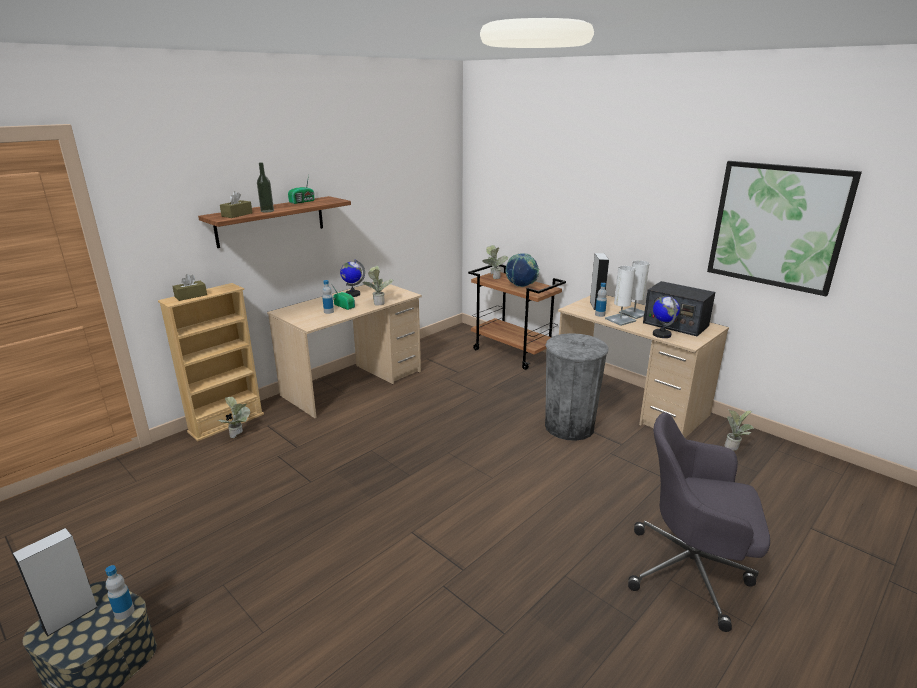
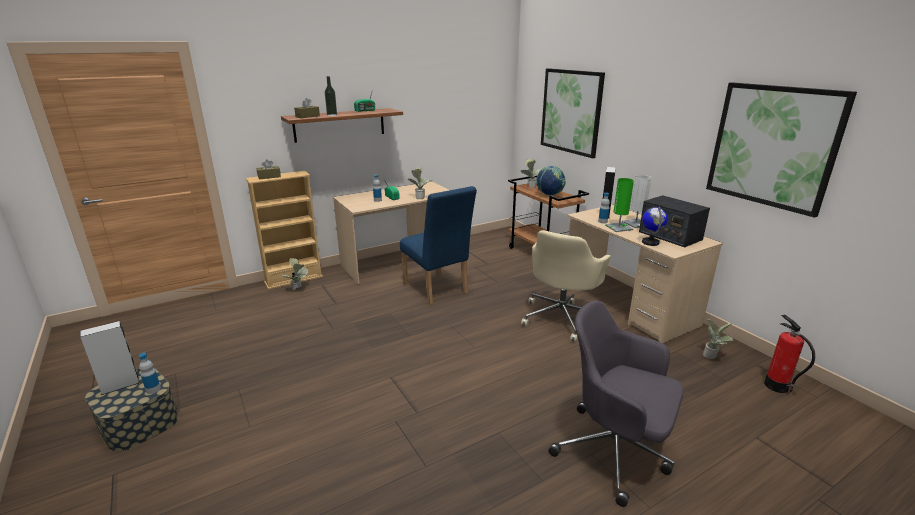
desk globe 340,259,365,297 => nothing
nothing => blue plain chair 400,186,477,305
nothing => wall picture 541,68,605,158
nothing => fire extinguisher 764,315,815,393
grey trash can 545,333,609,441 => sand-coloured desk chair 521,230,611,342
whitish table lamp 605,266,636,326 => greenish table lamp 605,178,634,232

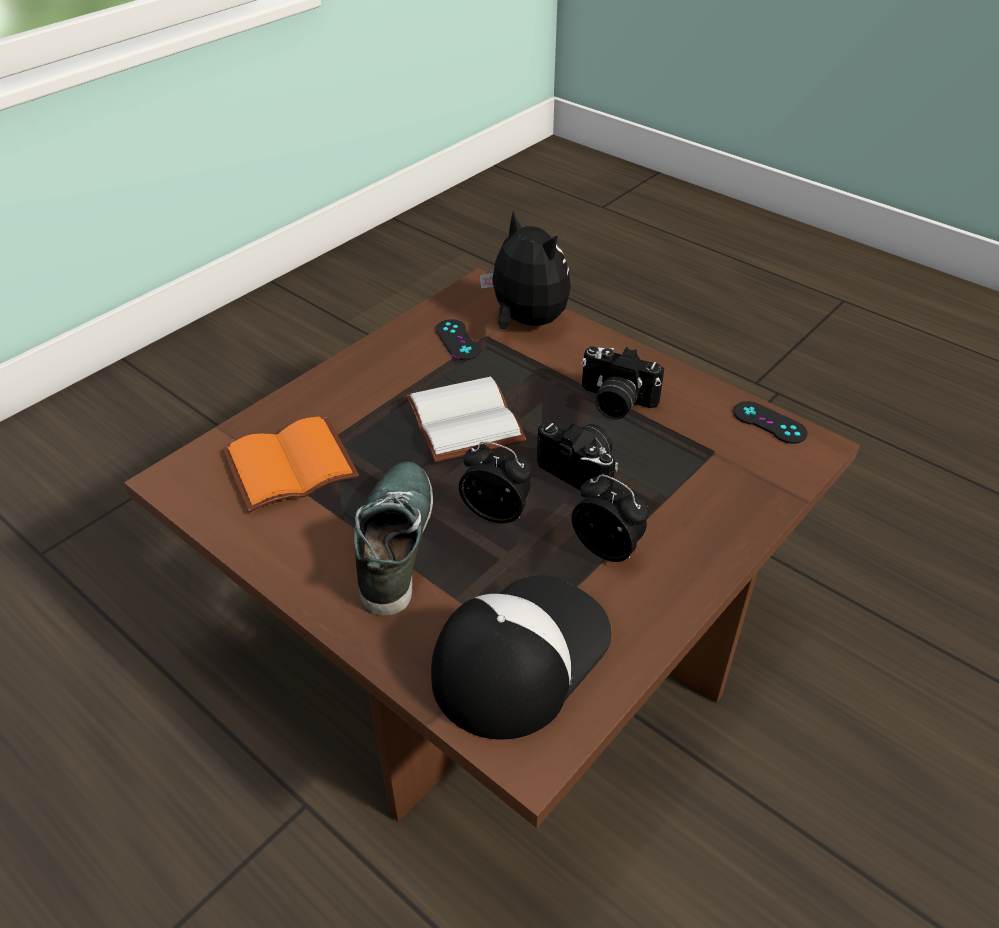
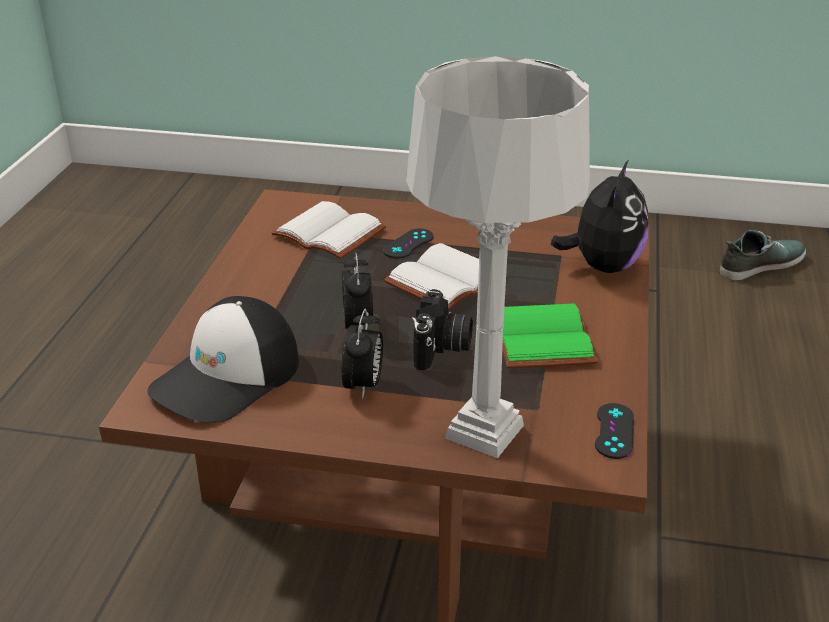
nothing => grey table lamp 406,56,590,458
shoe 354,461,433,616 => shoe 719,230,806,280, moved
black-coloured joypad 436,319,481,360 => black-coloured joypad 383,229,434,259, moved
photo camera 581,346,664,419 => greenish book 502,303,599,368
orange book 223,417,359,513 => whitish book 271,201,386,259
peaked cap 431,575,611,740 => peaked cap 148,296,299,423, 120 degrees clockwise

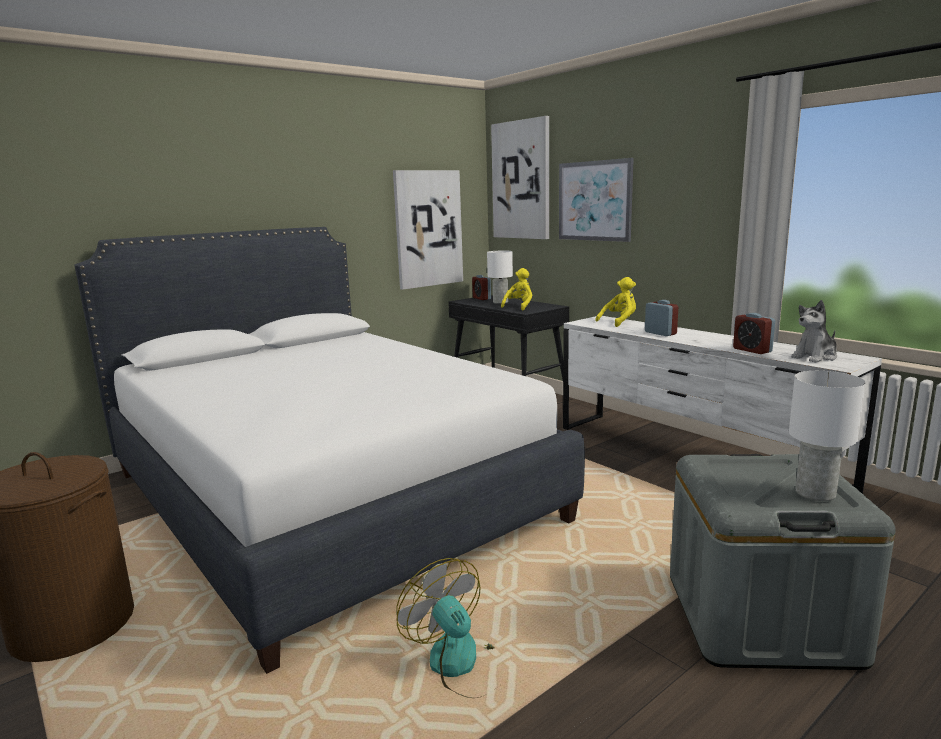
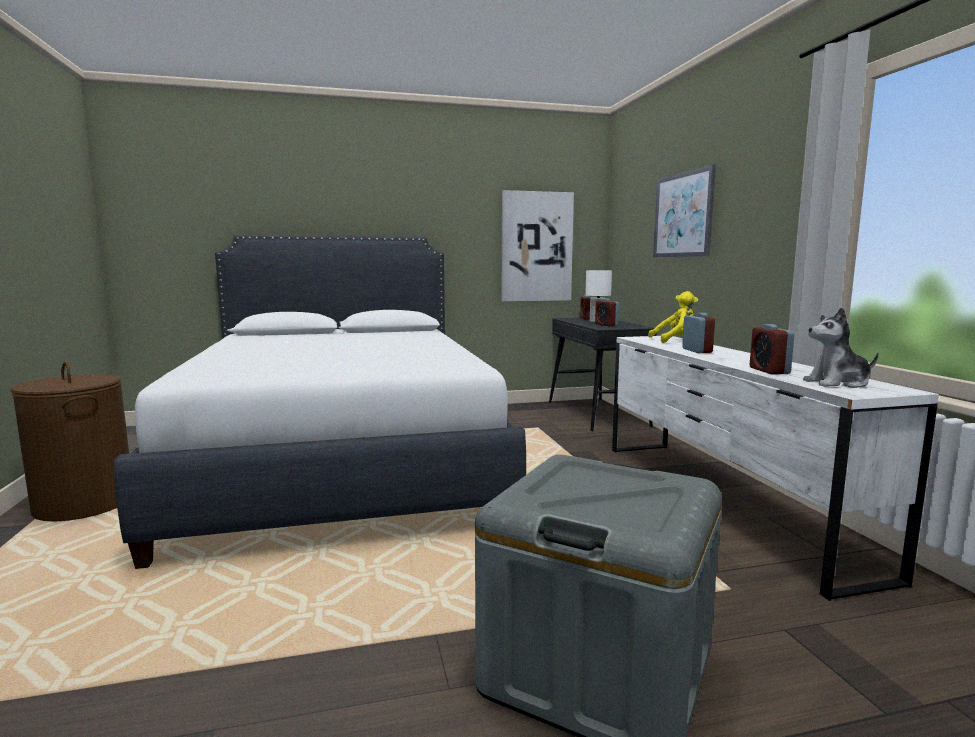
electric fan 396,558,499,698 => nothing
wall picture 491,116,549,239 => nothing
whitish table lamp 789,371,866,501 => nothing
yellowish cuddly toy 501,268,533,310 => table clock 595,299,619,326

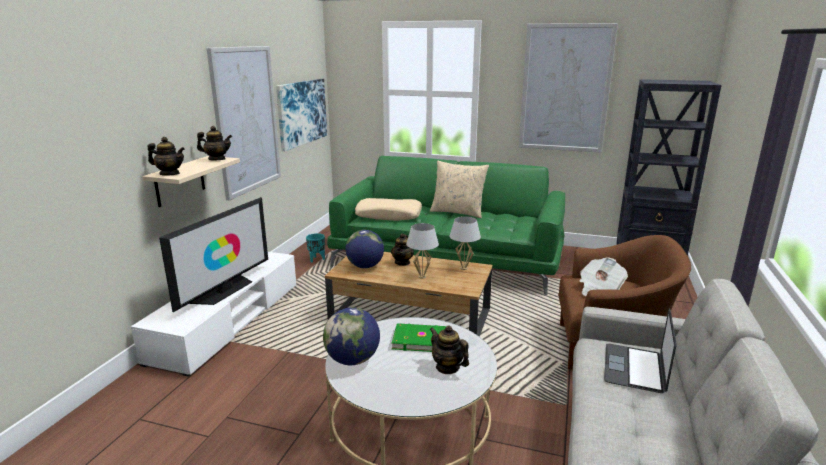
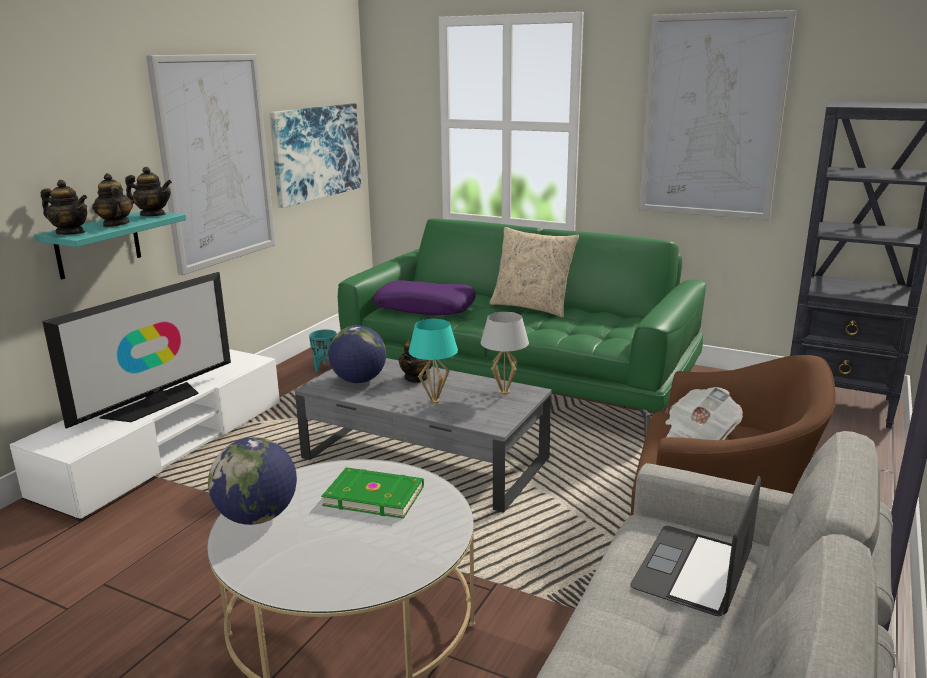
tea pot 430,325,469,374 => tea pot 92,173,133,227, moved
sand-coloured wall shelf 143,156,240,207 => turquoise-coloured wall shelf 34,211,186,280
brownish lounge table 325,252,492,337 => grey lounge table 295,358,552,513
sand-coloured pillow 355,198,422,221 => purple pillow 374,280,476,316
whitish table lamp 406,223,439,279 => turquoise-coloured table lamp 409,319,458,403

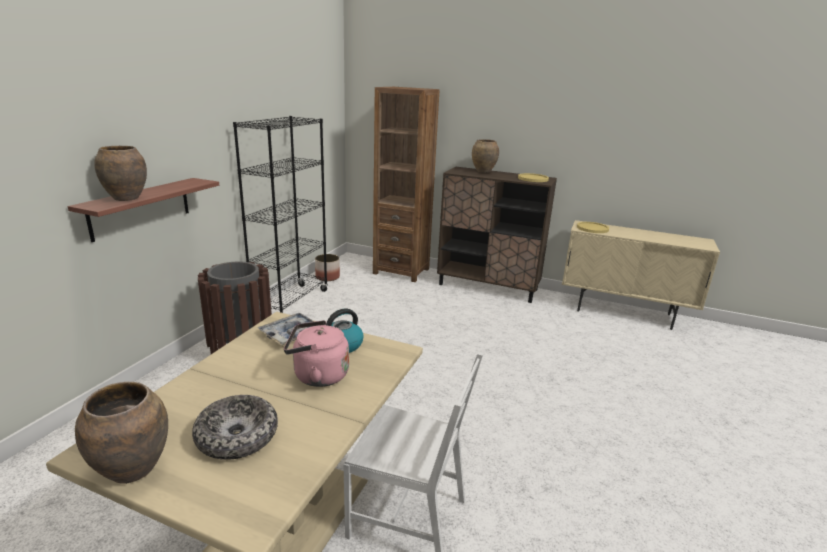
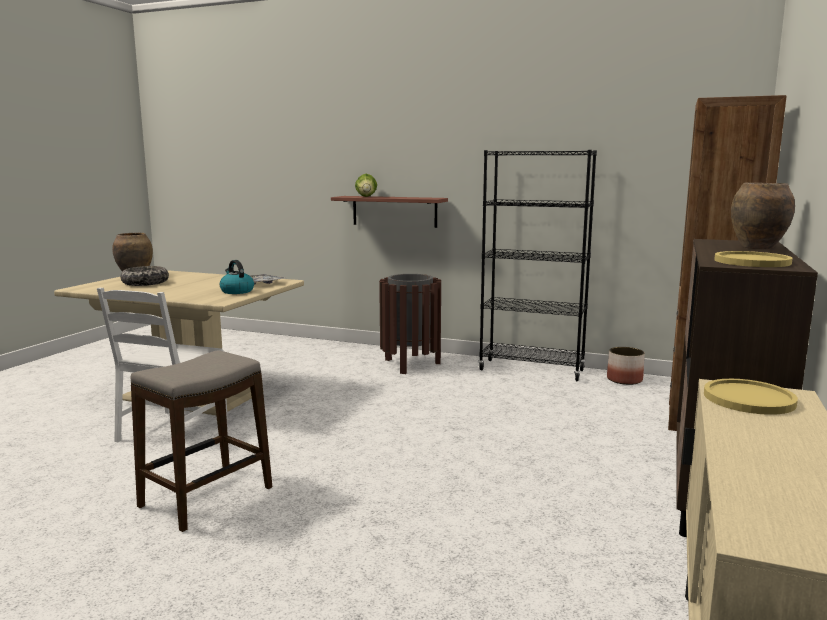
pinkish kettle 284,320,349,387 => nothing
nothing => stool 131,350,272,532
brownish decorative vase 95,146,147,201 => head of lettuce 355,174,377,197

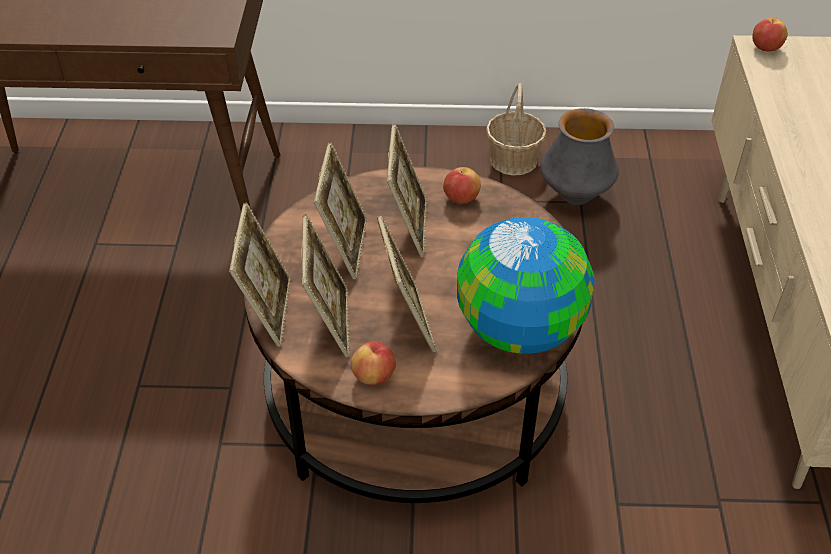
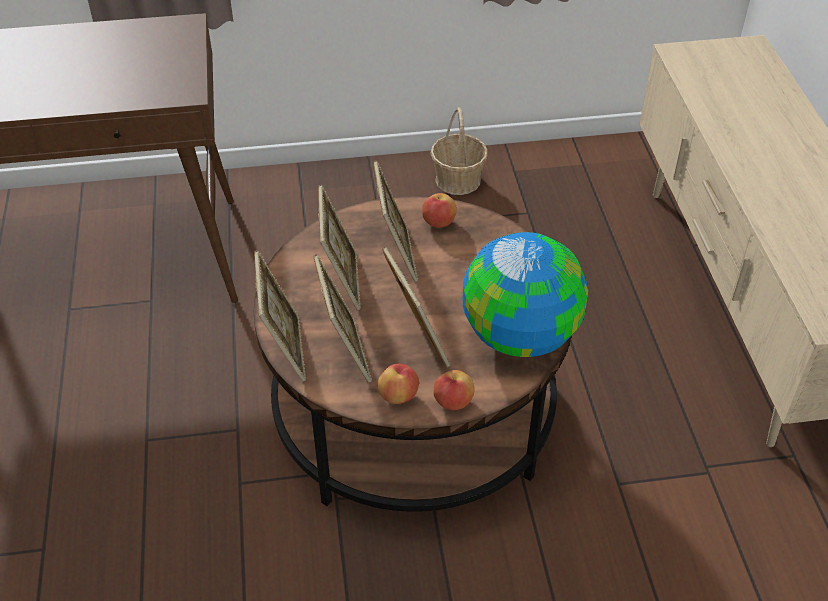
decorative vase 540,108,619,205 => nothing
whole apple 752,18,788,52 => whole apple 434,370,475,410, moved

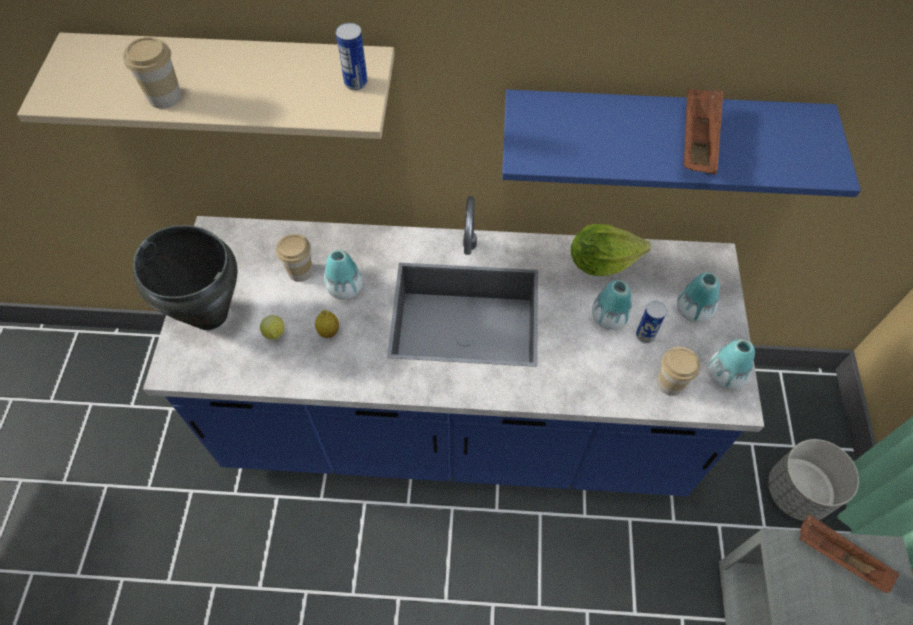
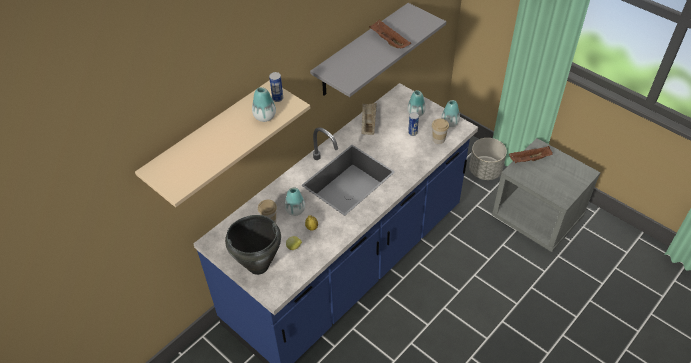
small cup 123,37,182,109 => nothing
decorative vase 592,280,632,330 => decorative vase 252,87,276,122, moved
head of lettuce 571,224,651,276 => sand-coloured carrying tray 361,103,377,135
blue wall shelf 502,89,861,197 => grey wall shelf 310,3,447,97

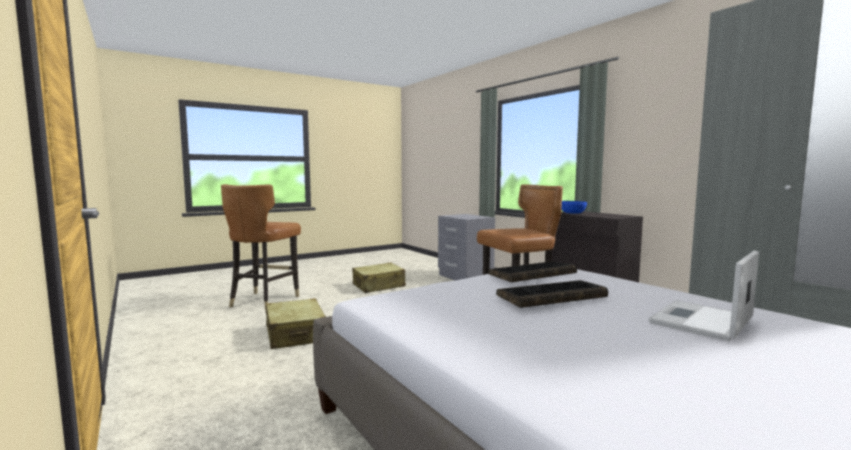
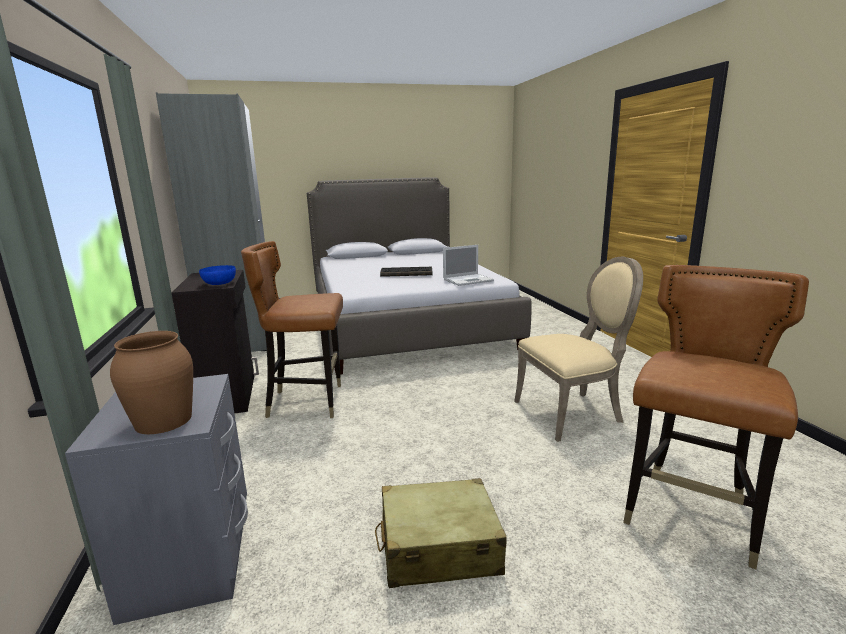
computer keyboard 488,261,577,283 => nothing
nothing => brownish decorative vase 110,331,193,434
portable computer 648,250,759,341 => portable computer 443,245,494,286, moved
sand-coloured piece of luggage 266,298,326,349 => sand-coloured plain chair 514,257,643,442

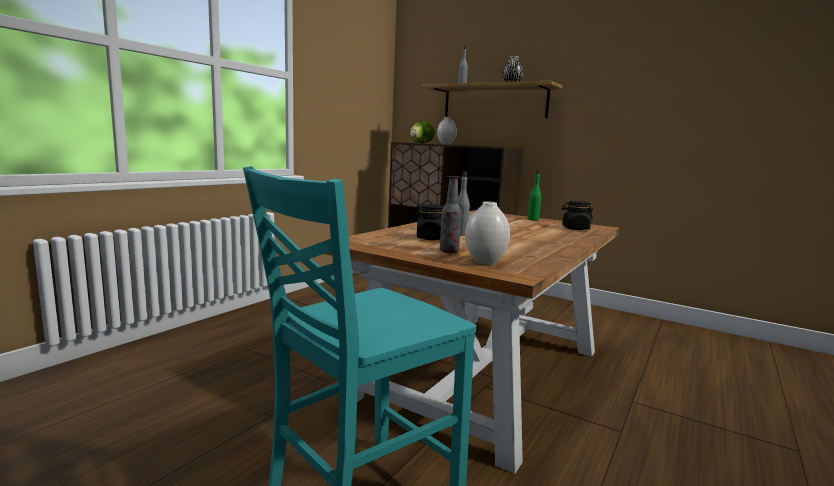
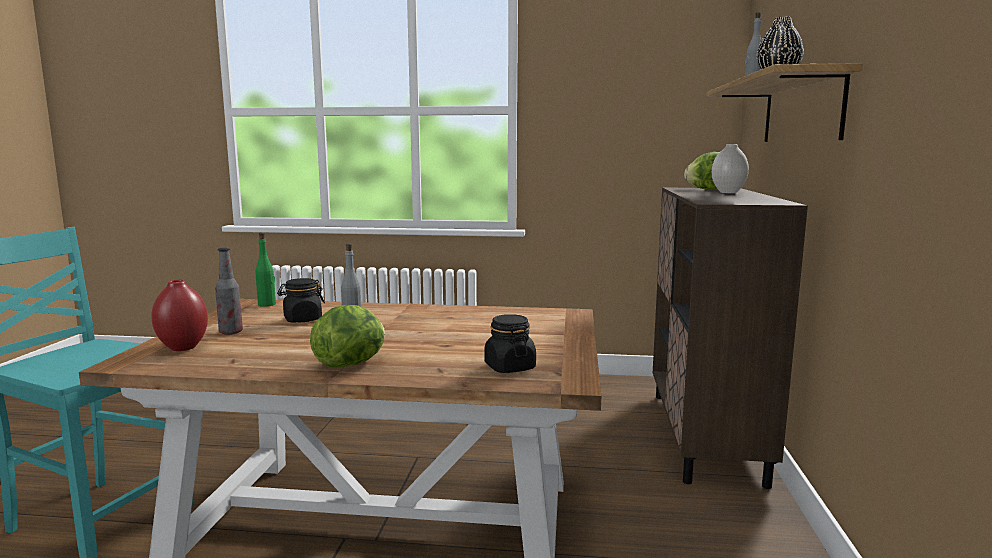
nothing => head of lettuce 310,305,385,367
greenish bottle 527,170,541,221 => greenish bottle 256,232,276,307, moved
whitish decorative vase 465,201,510,265 => red decorative vase 151,279,208,351

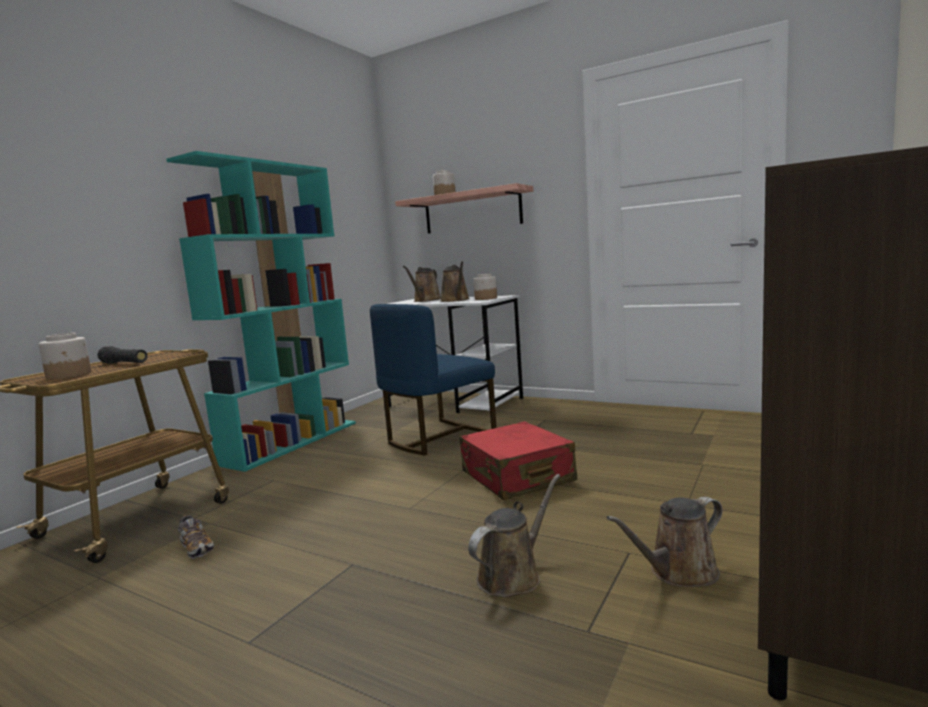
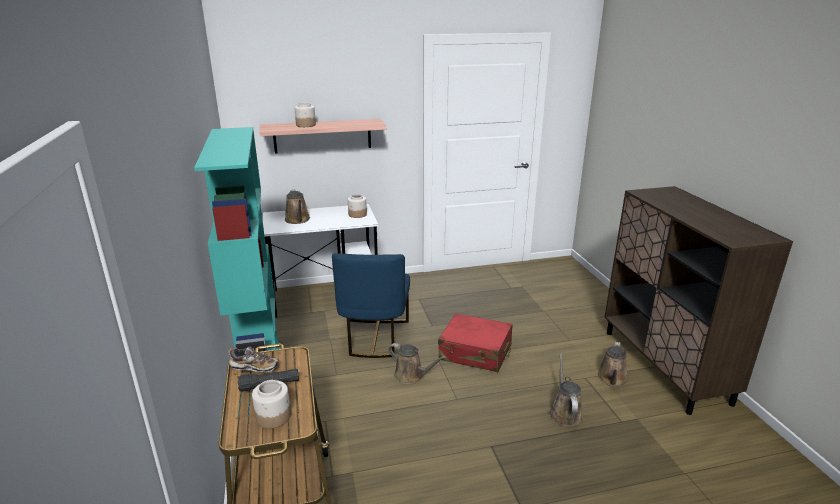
shoe 178,515,214,559 => shoe 228,347,279,372, moved
brownish watering can 440,261,470,302 => brownish watering can 388,343,446,384, moved

